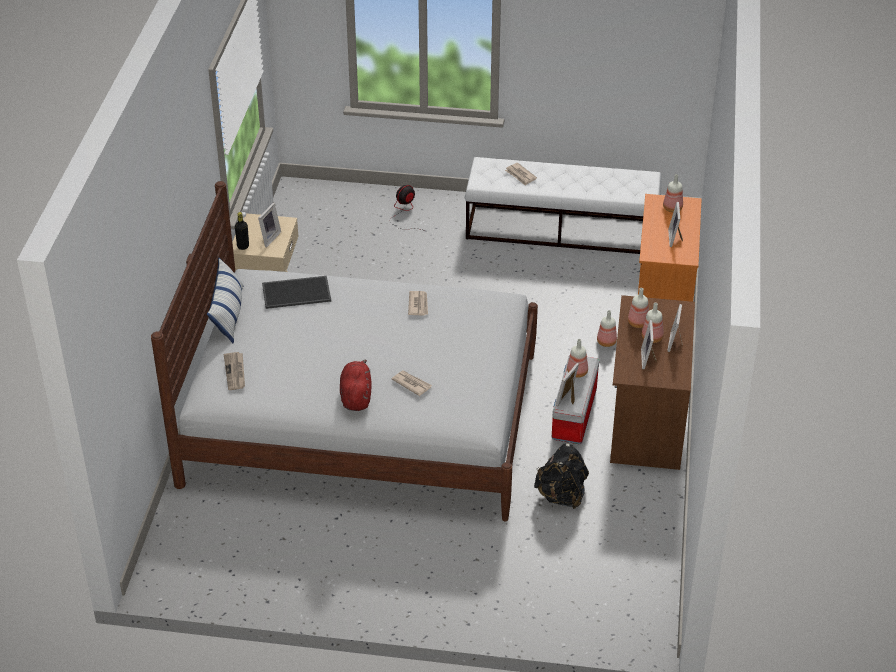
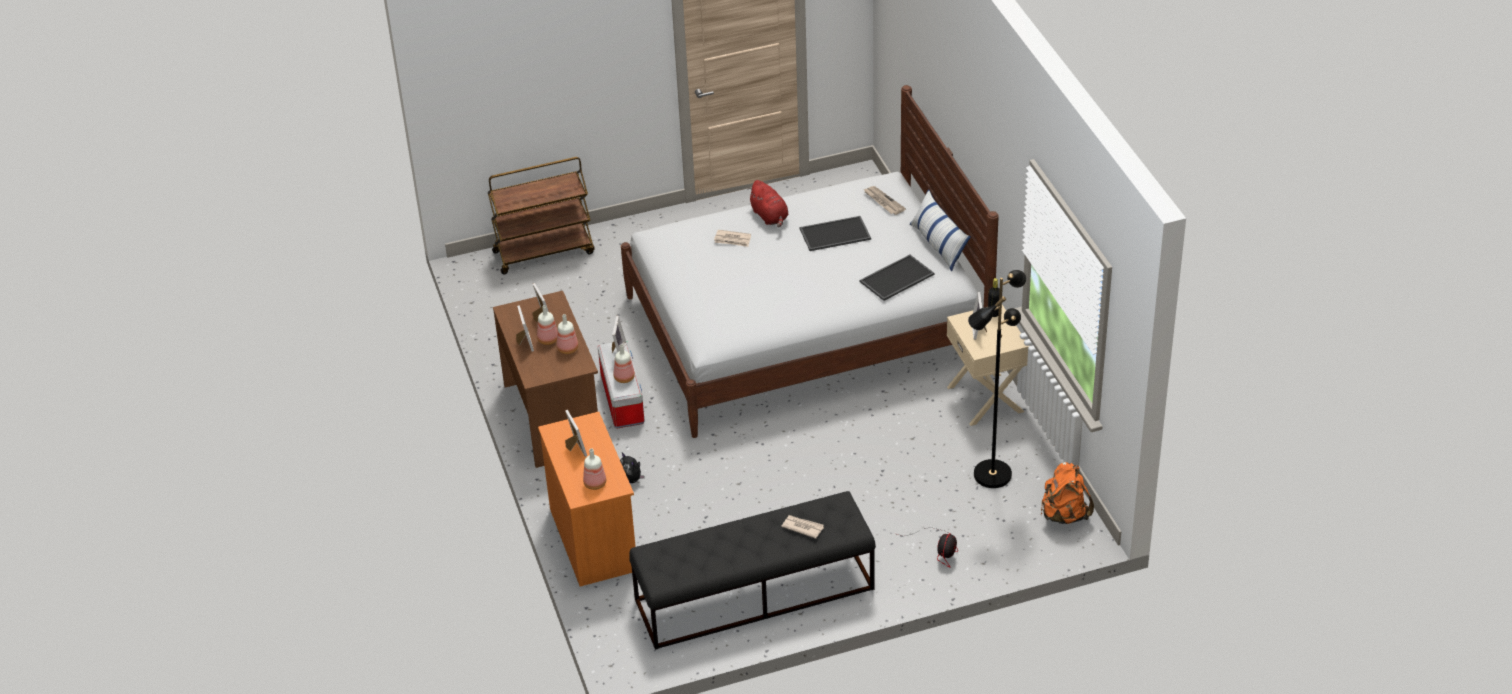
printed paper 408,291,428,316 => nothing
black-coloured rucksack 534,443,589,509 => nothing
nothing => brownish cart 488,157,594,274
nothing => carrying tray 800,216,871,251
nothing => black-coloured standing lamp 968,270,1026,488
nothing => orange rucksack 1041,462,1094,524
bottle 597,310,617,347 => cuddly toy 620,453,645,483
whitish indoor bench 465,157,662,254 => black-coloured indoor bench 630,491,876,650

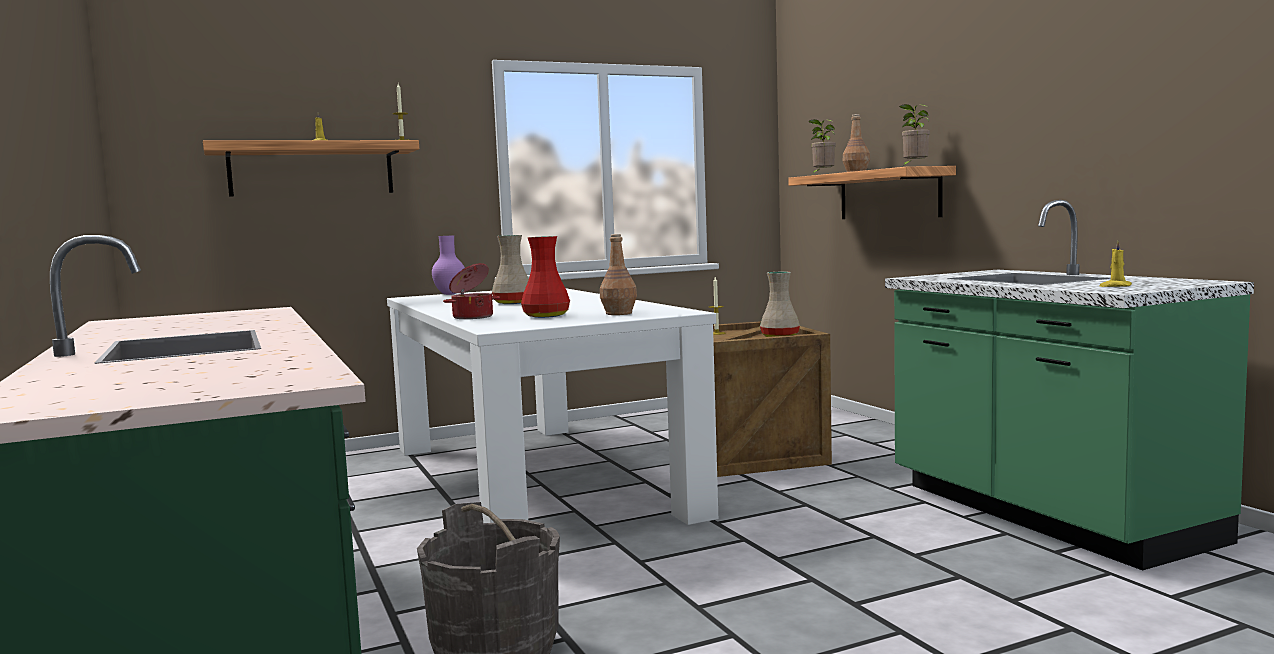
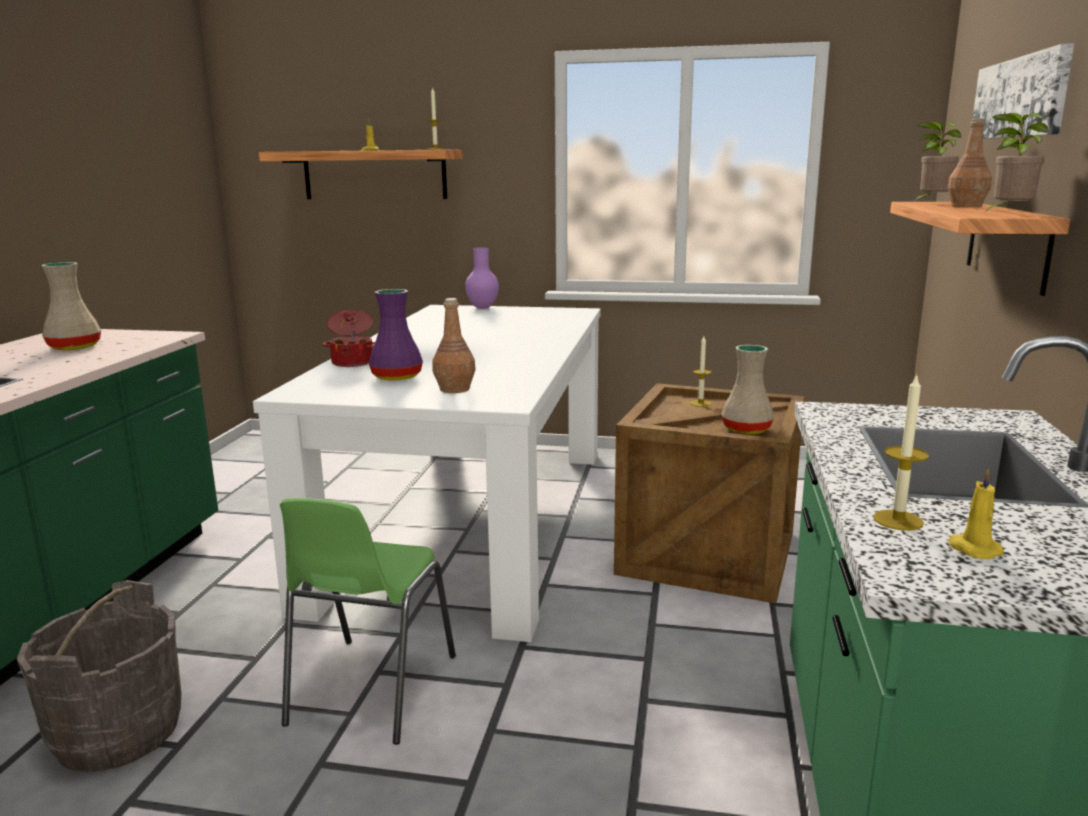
nothing => greenish plain chair 280,498,456,745
nothing => wax light 873,373,929,531
nothing => wall picture 973,43,1074,139
sand-coloured decorative vase 492,235,529,304 => sand-coloured decorative vase 41,262,101,350, moved
red decorative vase 521,236,570,318 => purple decorative vase 369,289,423,381

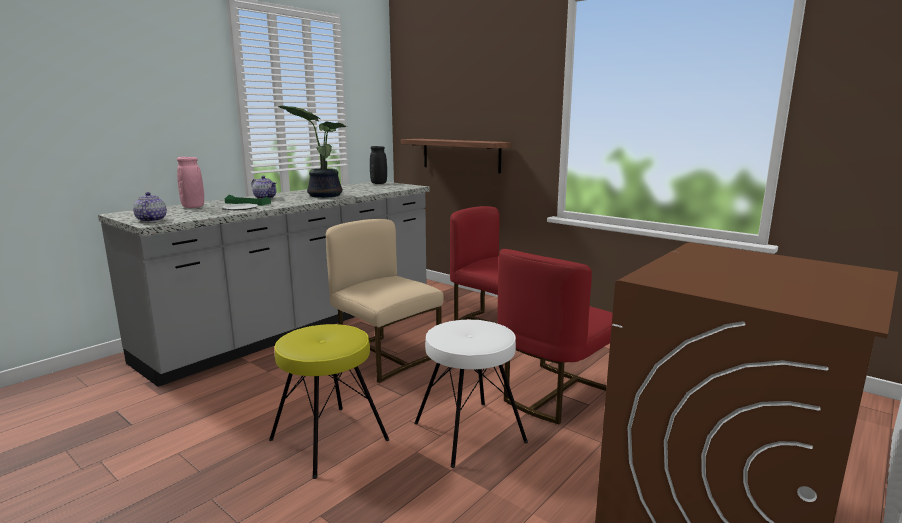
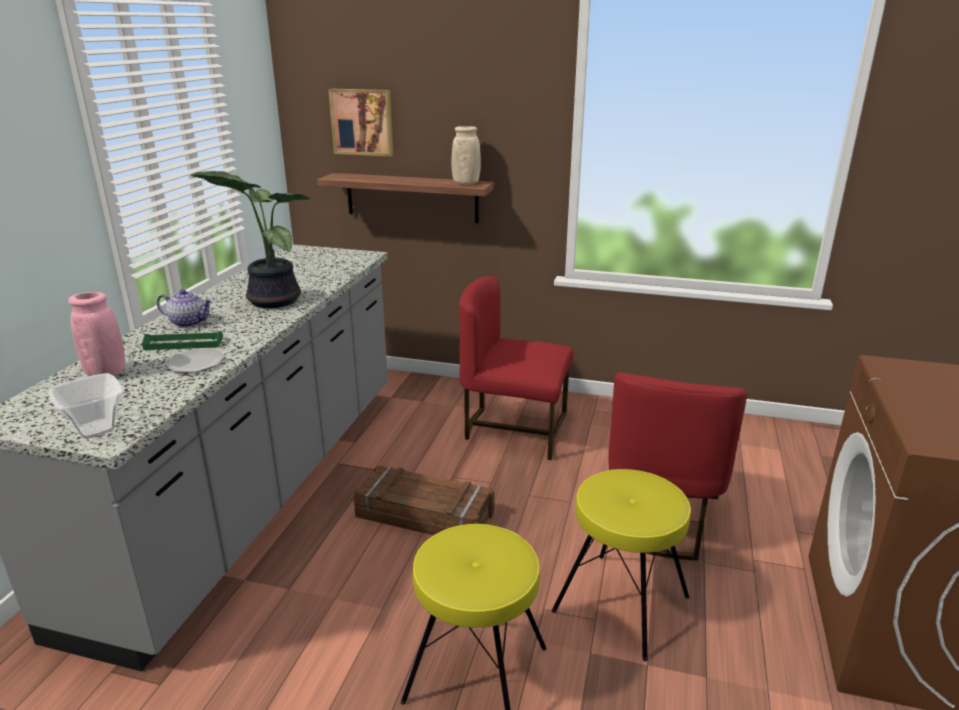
black-coloured decorative vase 370,146,387,184 => nothing
nothing => wall picture 328,89,393,157
nothing => sand-coloured decorative vase 451,126,481,184
tea pot 133,192,167,222 => serving bowl 48,373,123,439
sand-coloured plain chair 326,219,444,383 => shipping crate 354,466,494,535
whitish stool 414,320,528,468 => yellowish stool 552,469,691,662

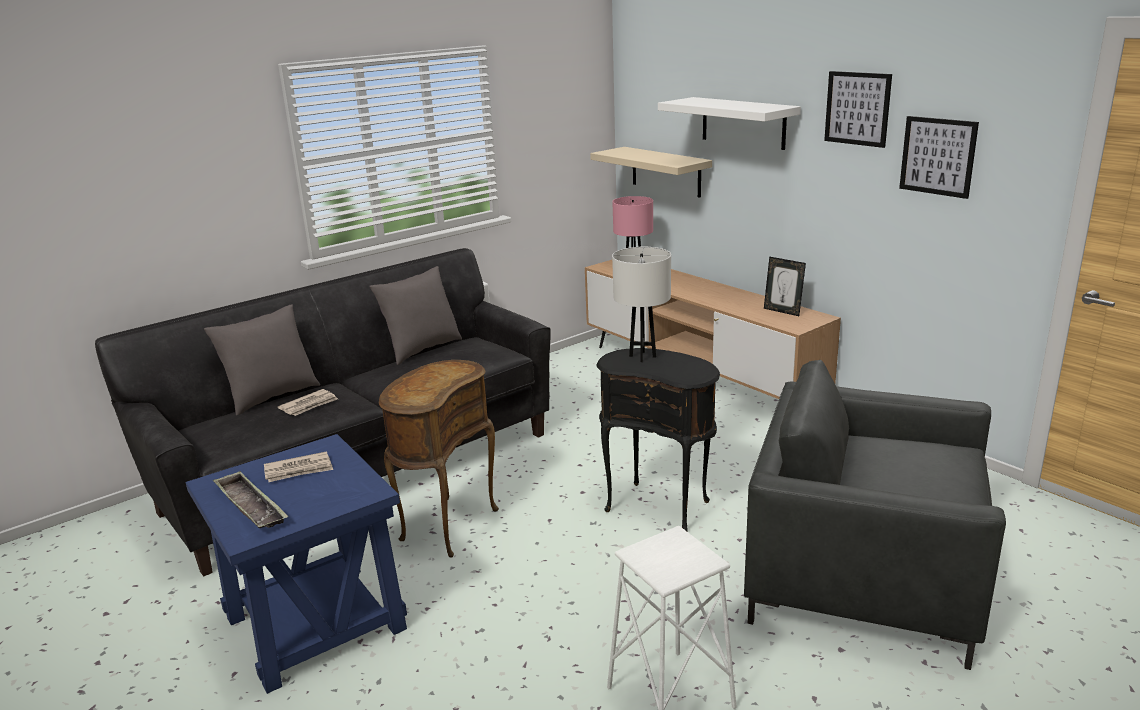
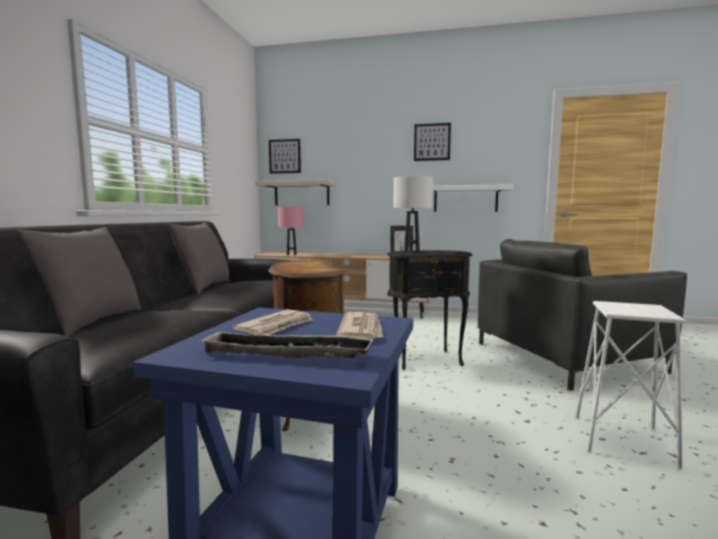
printed paper 278,389,338,416 => printed paper 336,312,383,339, moved
whitish wall shelf 658,97,801,150 => whitish wall shelf 433,184,513,212, moved
wall picture 899,116,979,199 => wall picture 269,139,301,174, moved

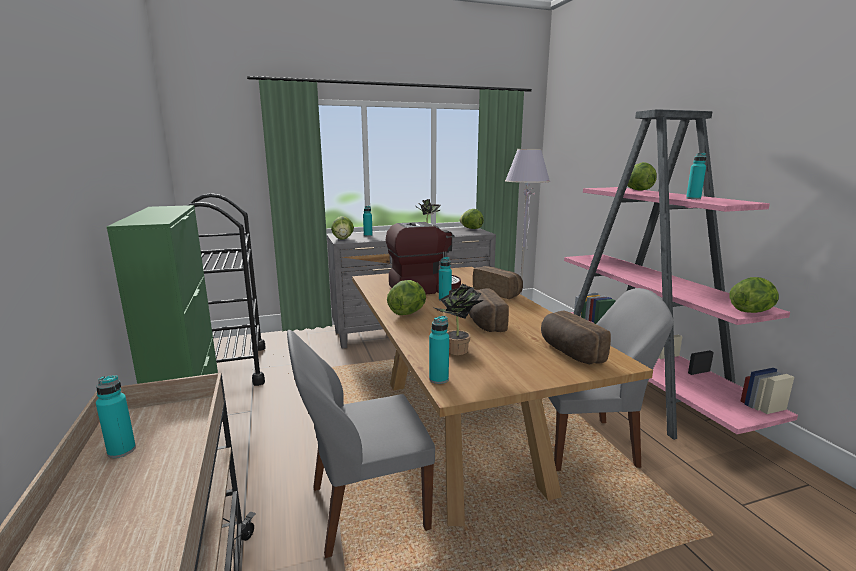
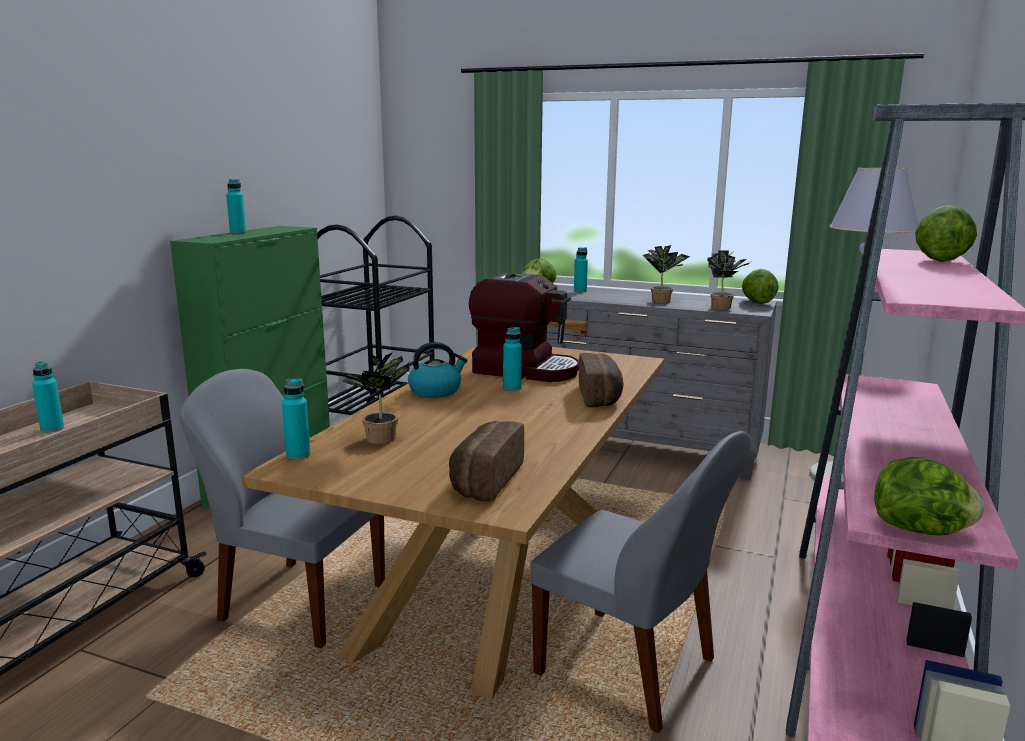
baked bread 469,288,509,332 => nothing
nothing => houseplant 707,250,751,310
turquoise-coloured bottle 686,153,706,199 => turquoise-coloured bottle 226,179,246,233, moved
head of lettuce 387,280,426,315 => kettle 408,342,468,398

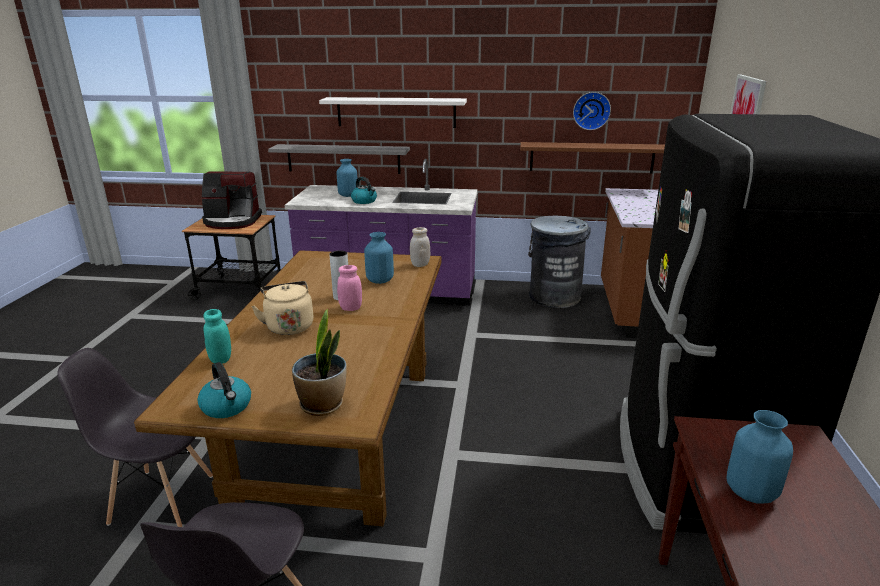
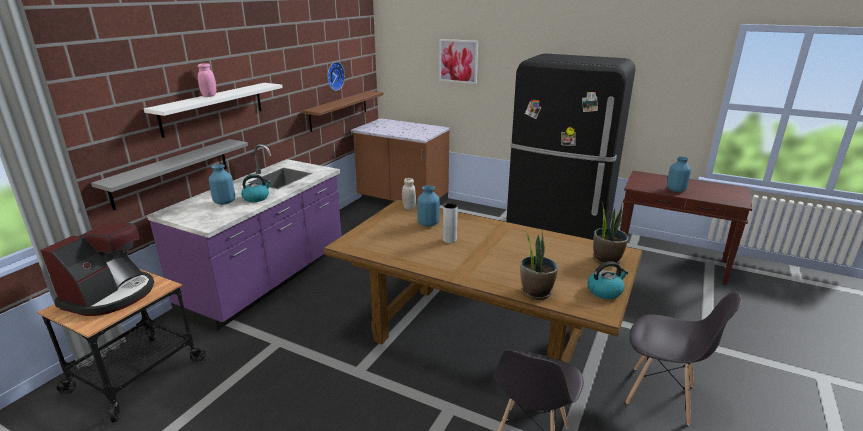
sand-coloured kettle 251,281,313,335 => nothing
grey trash can 528,216,591,308 => nothing
pinkish preserve jar 337,265,362,311 => pinkish preserve jar 198,63,216,97, moved
turquoise-coloured preserve jar 204,309,231,364 => houseplant 520,228,558,300

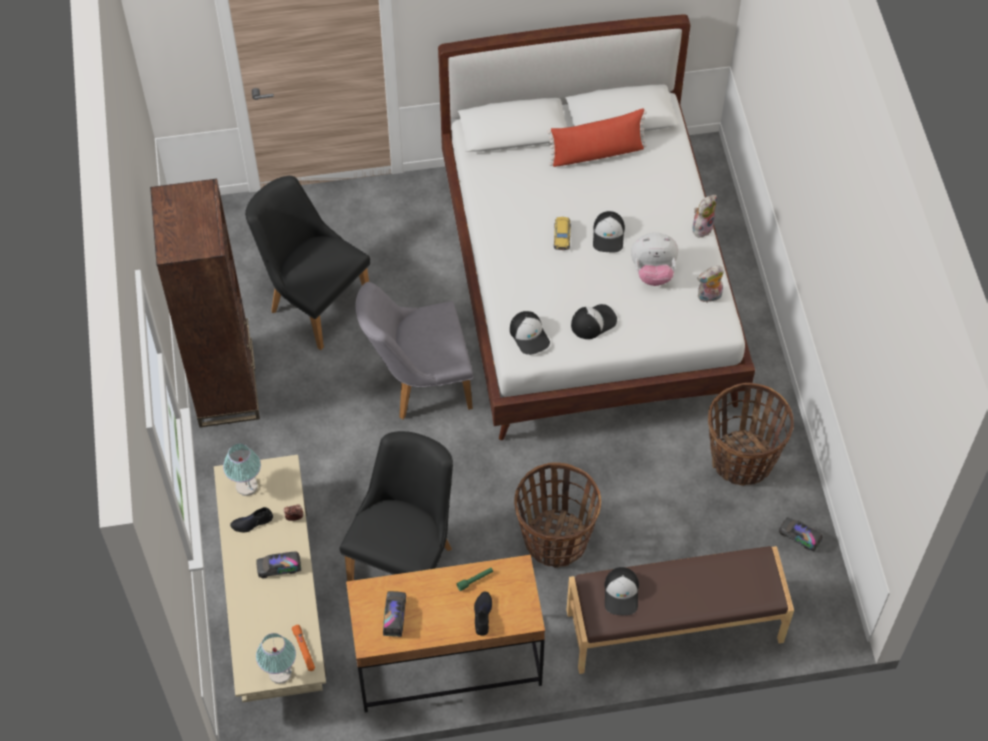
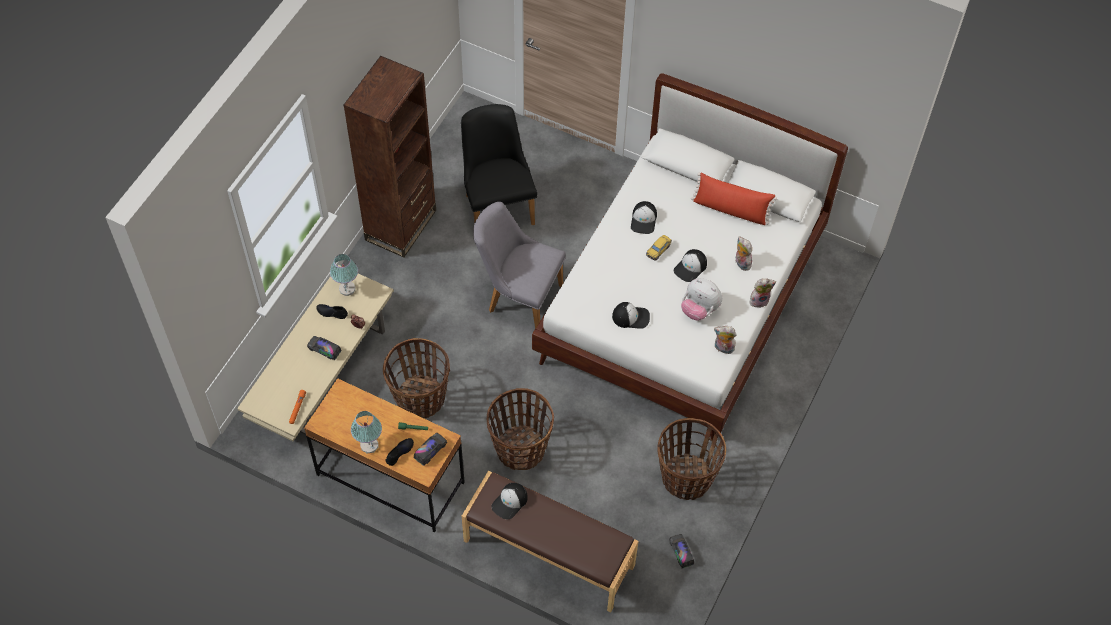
nothing => cuddly toy 736,236,752,271
table lamp 256,633,296,684 => table lamp 351,411,382,454, moved
model truck 383,591,406,637 => model truck 414,433,447,466, moved
peaked cap 510,311,550,355 => peaked cap 631,201,657,234, moved
black-coloured plain chair 339,431,453,581 => household basket 383,338,450,418

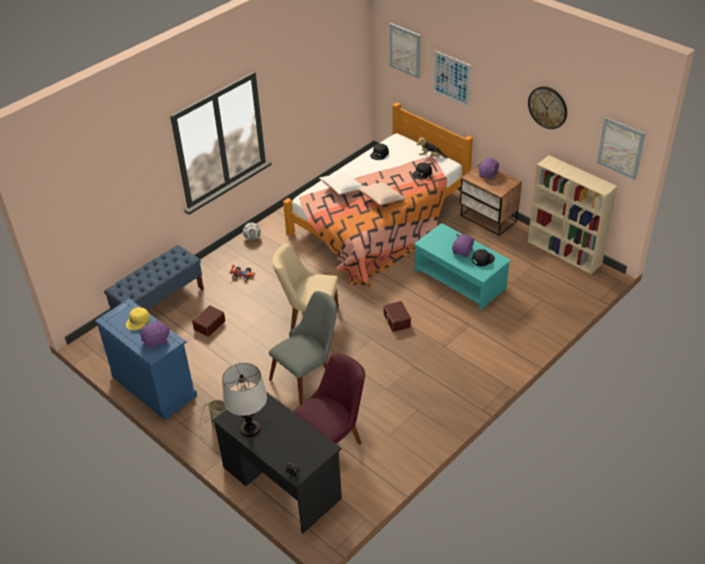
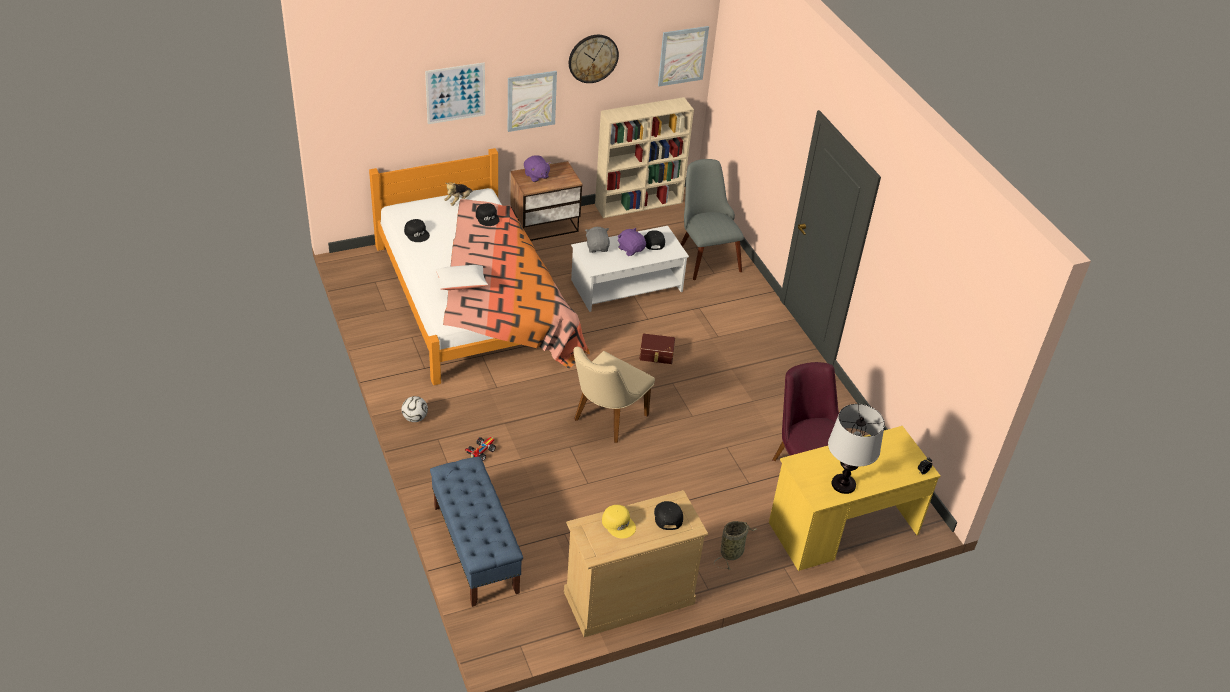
brownish storage container 192,305,225,337 => nothing
sand-coloured pillow 358,183,406,205 => nothing
nothing => grey cuddly toy 585,227,610,253
grey plain chair 269,291,337,406 => grey plain chair 681,159,744,280, moved
wall picture 389,23,421,79 => wall picture 508,71,557,132, moved
purple cuddly toy 140,319,170,349 => black-coloured peaked cap 654,501,683,530
blue drawer chest 95,298,197,420 => sand-coloured drawer chest 564,490,708,637
black-coloured desk 213,392,342,534 => yellowish desk 769,426,941,571
turquoise-coloured lounge table 414,223,511,310 => whitish lounge table 571,226,689,312

